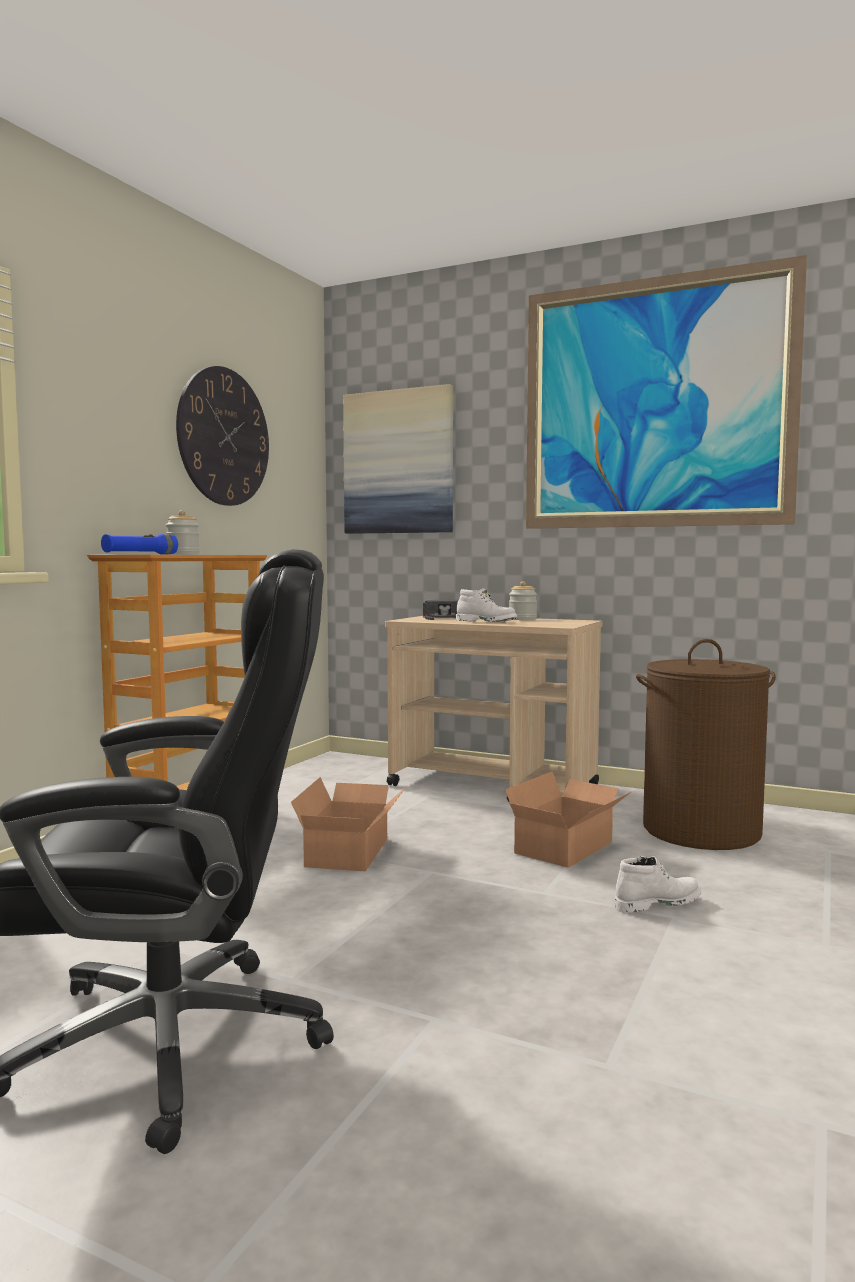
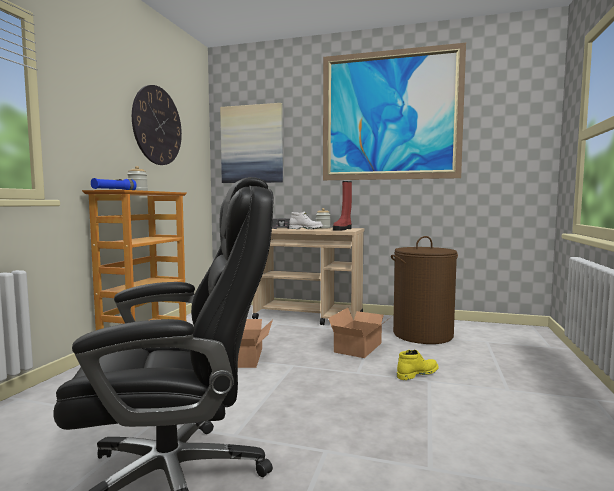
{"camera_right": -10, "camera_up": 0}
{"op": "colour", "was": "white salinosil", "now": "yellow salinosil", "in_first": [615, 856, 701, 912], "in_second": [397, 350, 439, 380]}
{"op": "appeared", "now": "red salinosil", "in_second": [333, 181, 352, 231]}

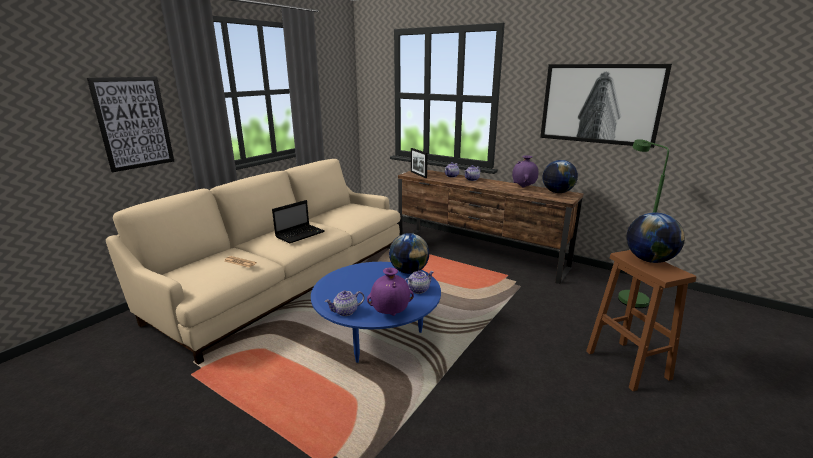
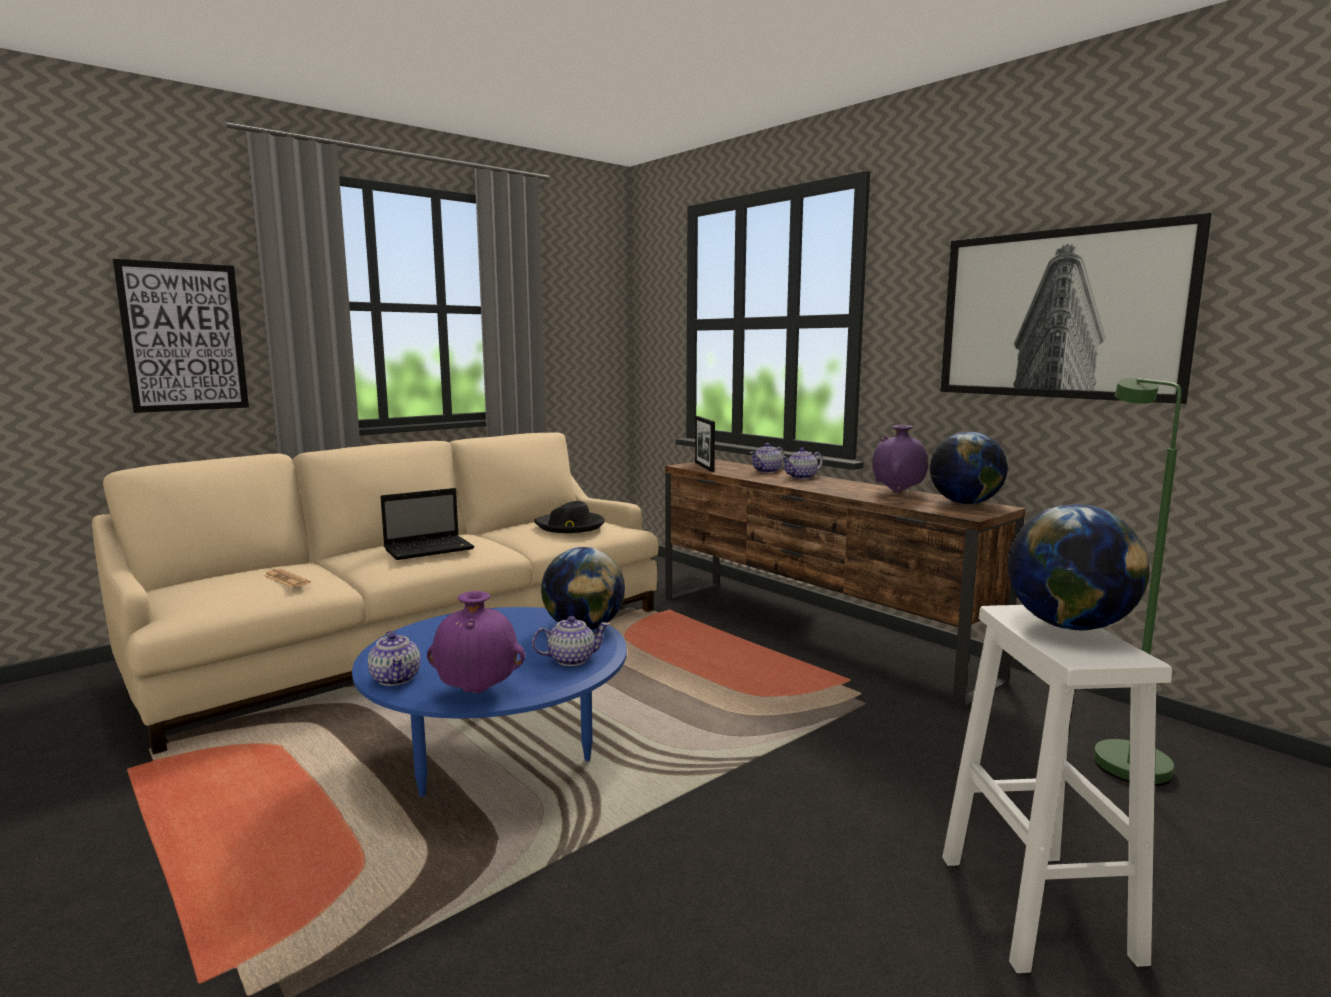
{"camera_right": 15, "camera_up": -10}
{"op": "colour", "was": "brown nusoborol", "now": "white nusoborol", "in_first": [586, 250, 696, 391], "in_second": [942, 605, 1172, 973]}
{"op": "spun", "was": "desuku", "in_first": [325, 290, 365, 316], "in_second": [368, 631, 420, 686], "clockwise": -105}
{"op": "appeared", "now": "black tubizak", "in_second": [534, 501, 605, 533]}

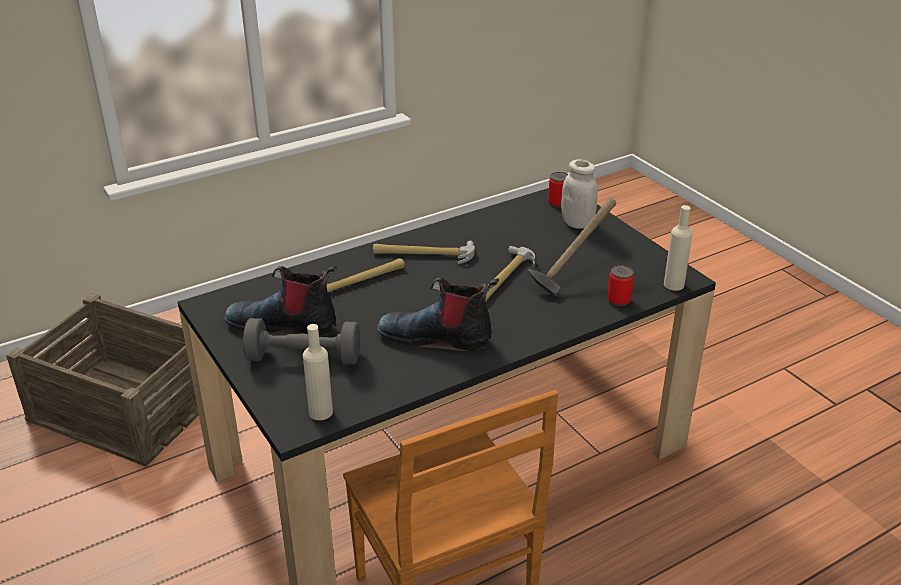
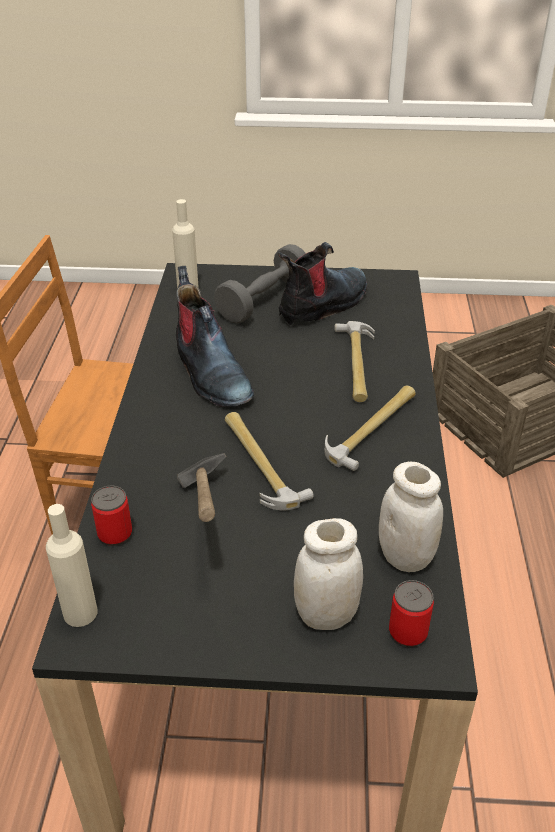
{"camera_right": 125, "camera_up": 5}
{"op": "spun", "was": "salinosil", "in_first": [377, 278, 499, 351], "in_second": [176, 266, 254, 407], "clockwise": 105}
{"op": "appeared", "now": "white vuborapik", "in_second": [379, 462, 443, 572]}

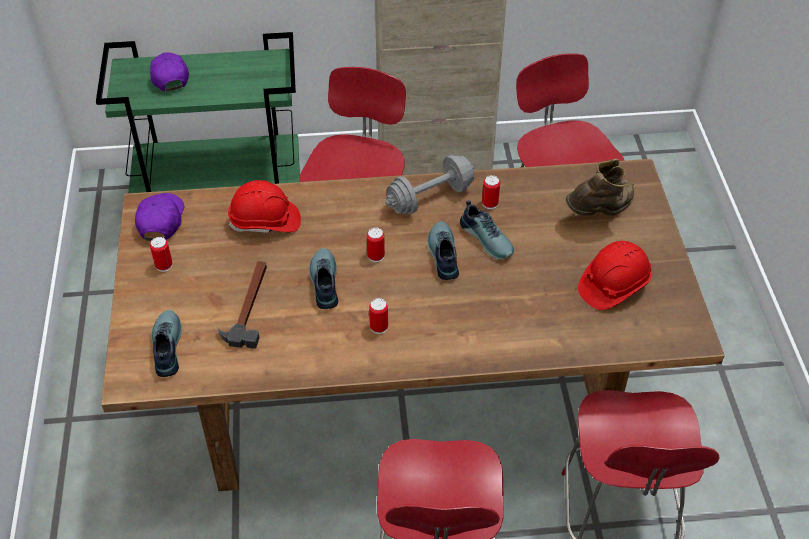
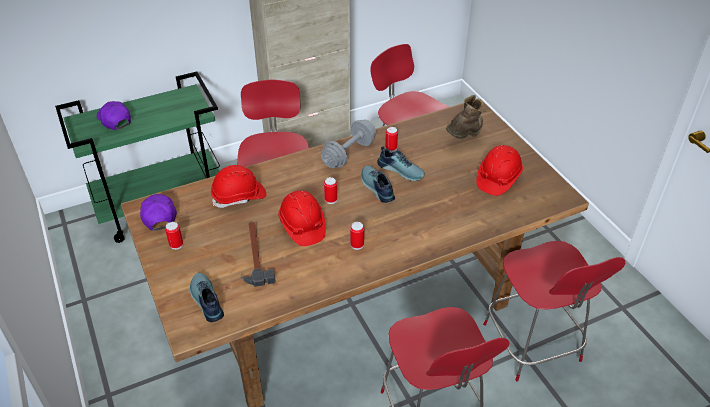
{"camera_right": -20, "camera_up": -5}
{"op": "exchanged", "was": "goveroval", "now": "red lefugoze", "in_first": [309, 248, 338, 309], "in_second": [278, 191, 326, 246]}

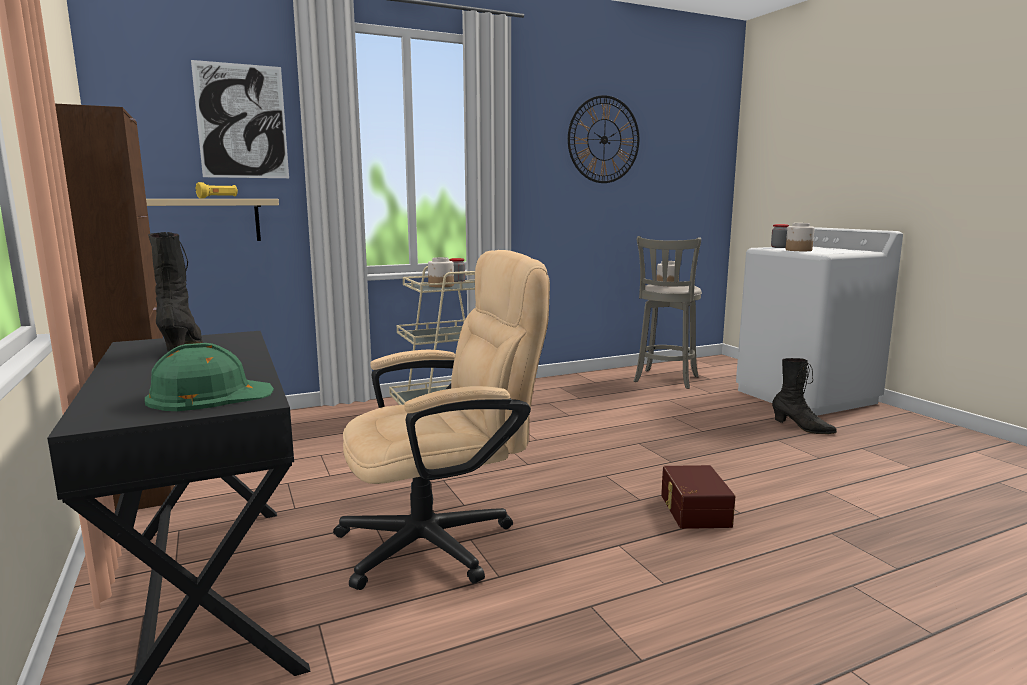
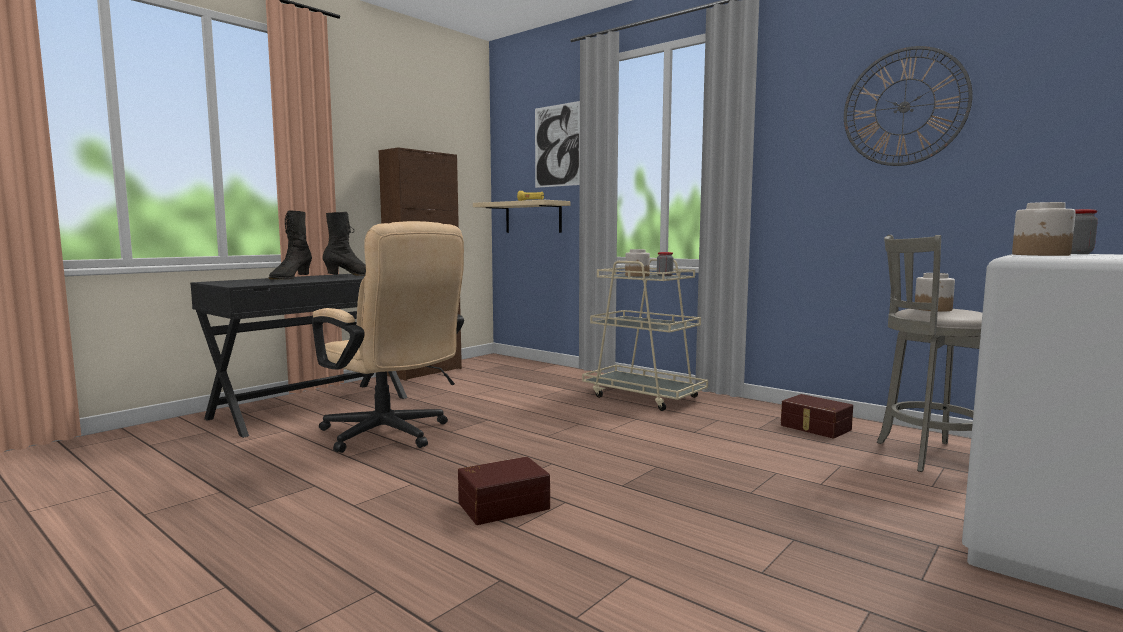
{"camera_right": 65, "camera_up": -5}
{"op": "missing", "was": "green lefugoze", "in_first": [145, 343, 274, 411]}
{"op": "relocated", "was": "black salinosil", "in_first": [772, 358, 837, 434], "in_second": [269, 210, 312, 279]}
{"op": "appeared", "now": "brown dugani", "in_second": [781, 394, 853, 439]}

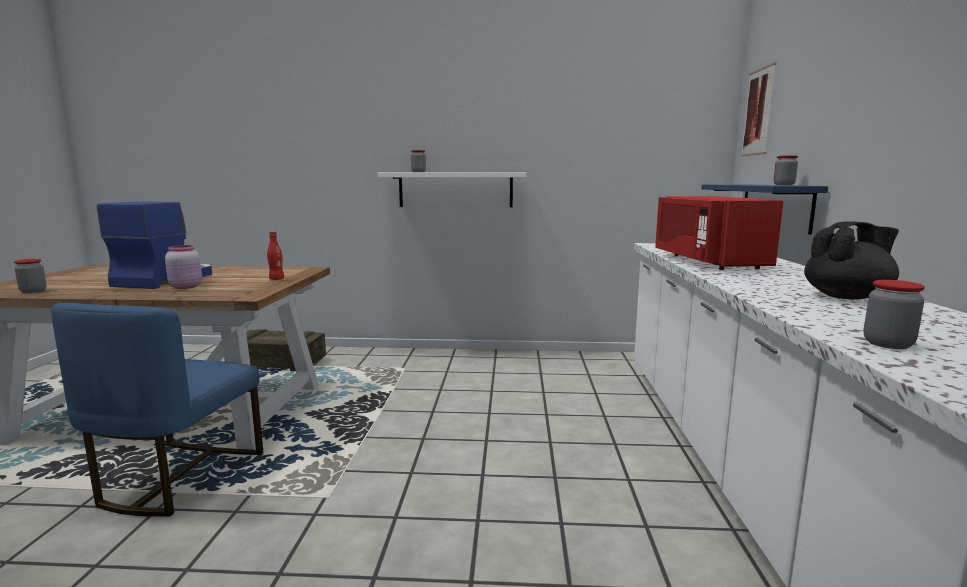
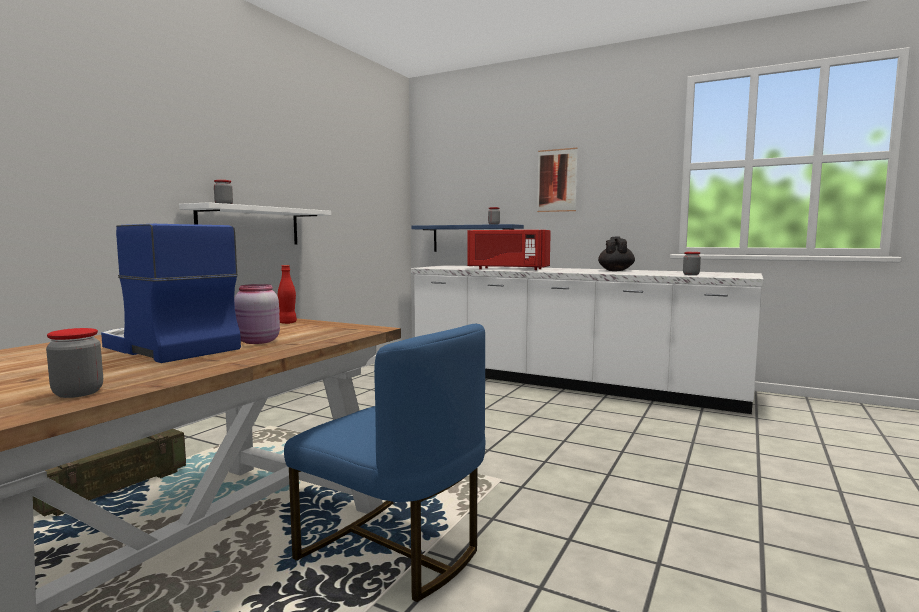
{"camera_right": -65, "camera_up": -5}
{"op": "relocated", "was": "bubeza", "in_first": [741, 63, 776, 156], "in_second": [537, 148, 578, 212]}

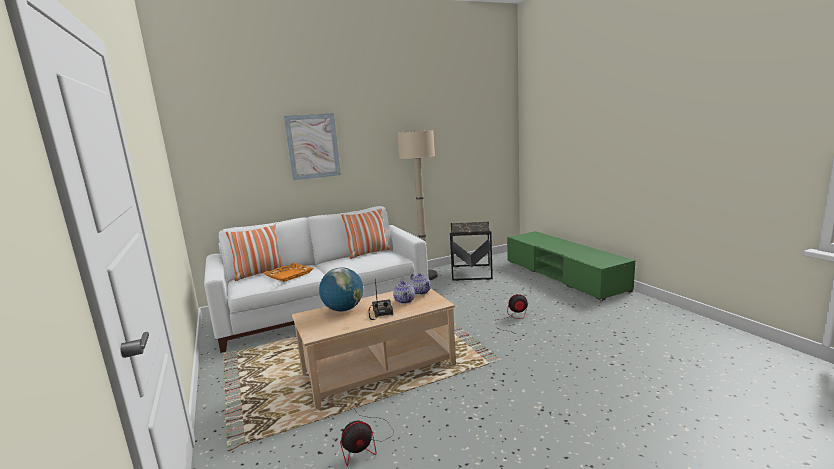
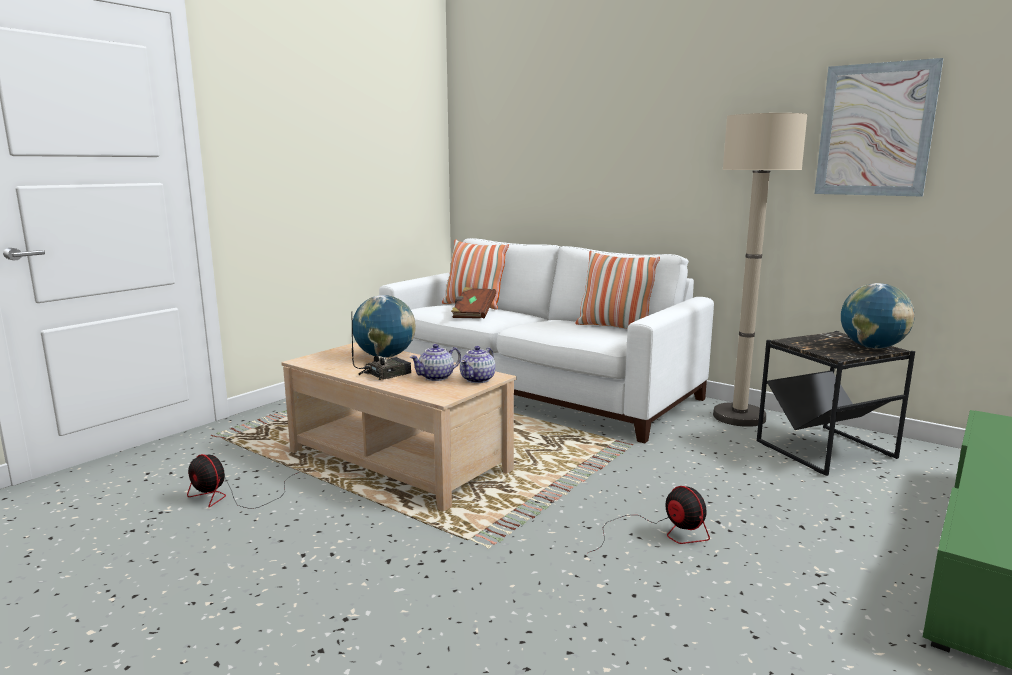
{"camera_right": 60, "camera_up": 0}
{"op": "relocated", "was": "bubeza", "in_first": [284, 113, 341, 180], "in_second": [814, 58, 944, 197]}
{"op": "exchanged", "was": "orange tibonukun", "now": "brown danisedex", "in_first": [263, 263, 314, 282], "in_second": [451, 287, 496, 318]}
{"op": "appeared", "now": "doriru", "in_second": [841, 283, 915, 349]}

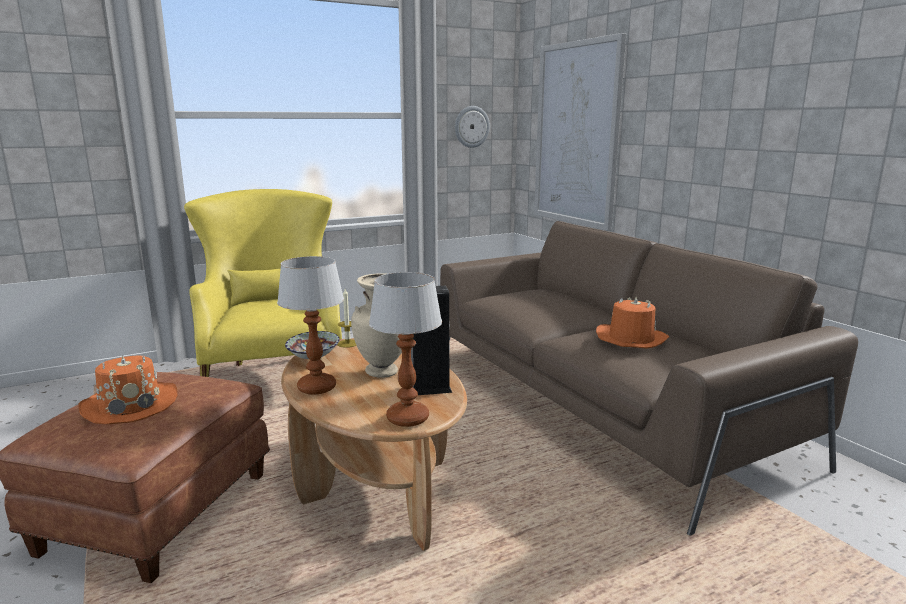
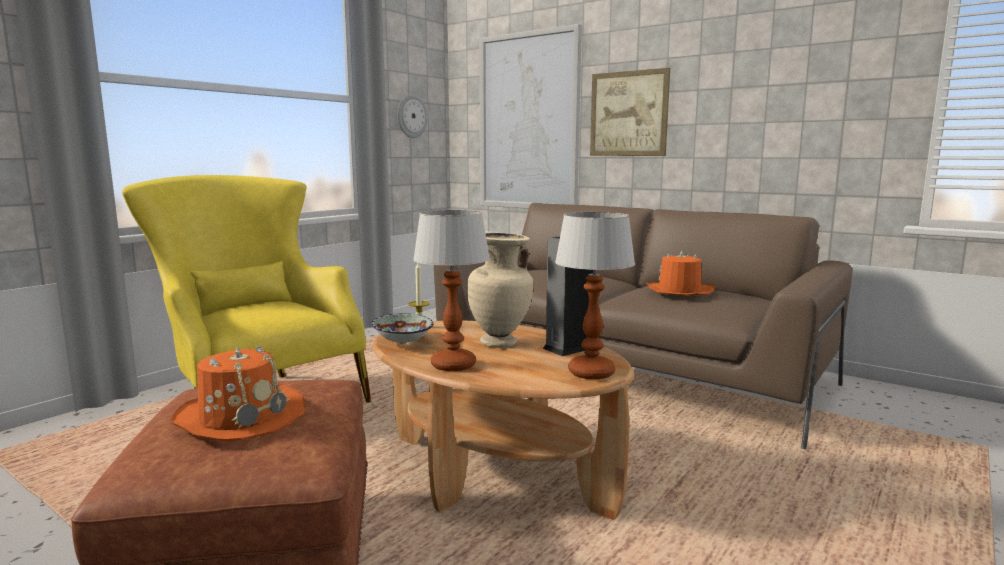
{"camera_right": -25, "camera_up": -5}
{"op": "appeared", "now": "bubeza", "in_second": [590, 68, 670, 156]}

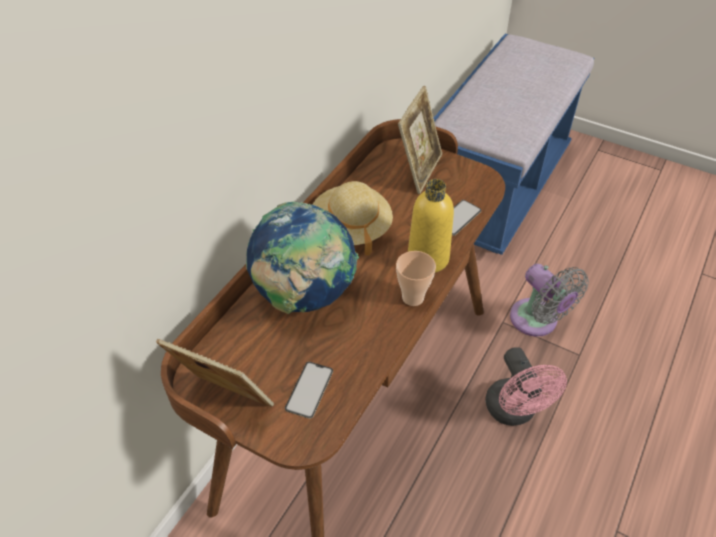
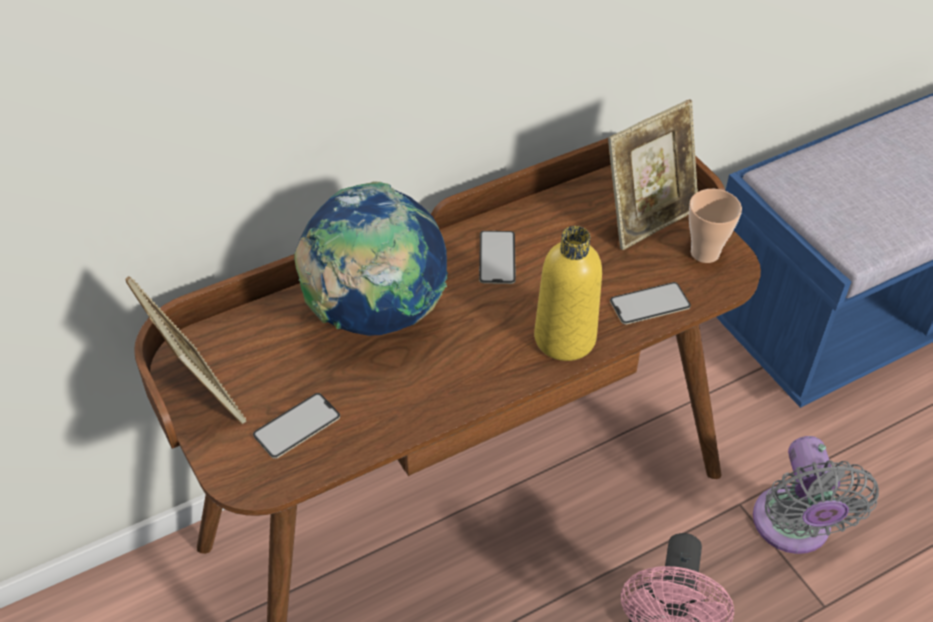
{"camera_right": 30, "camera_up": 0}
{"op": "exchanged", "was": "beige tubizak", "now": "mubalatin", "in_first": [312, 181, 393, 255], "in_second": [479, 231, 516, 284]}
{"op": "relocated", "was": "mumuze", "in_first": [396, 251, 436, 306], "in_second": [689, 189, 742, 263]}

